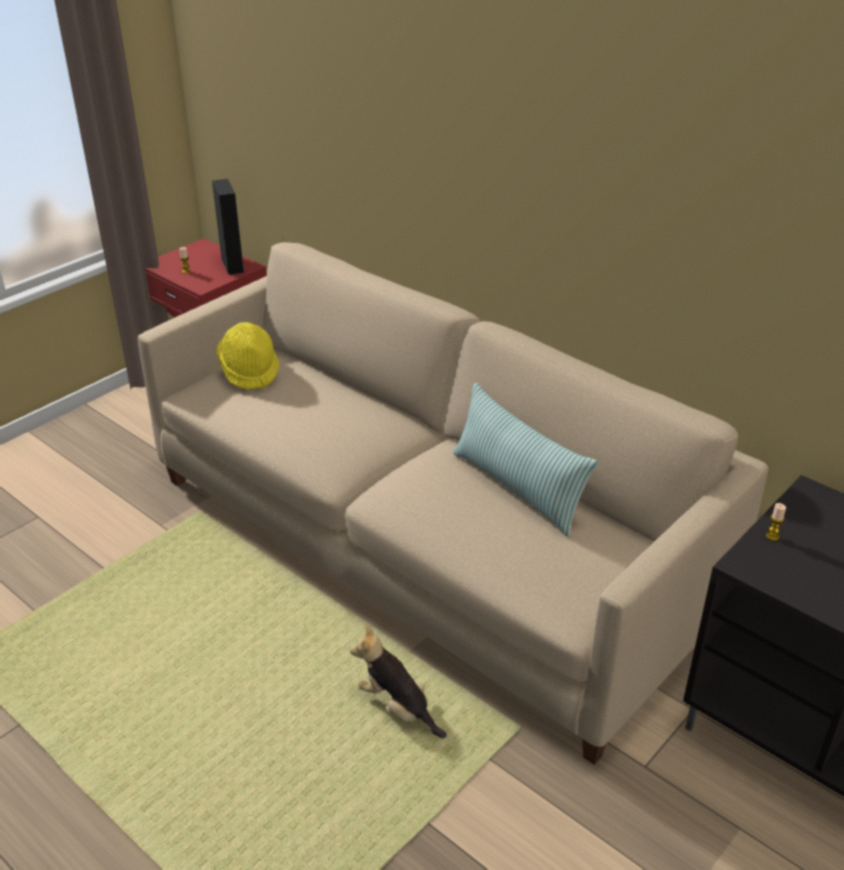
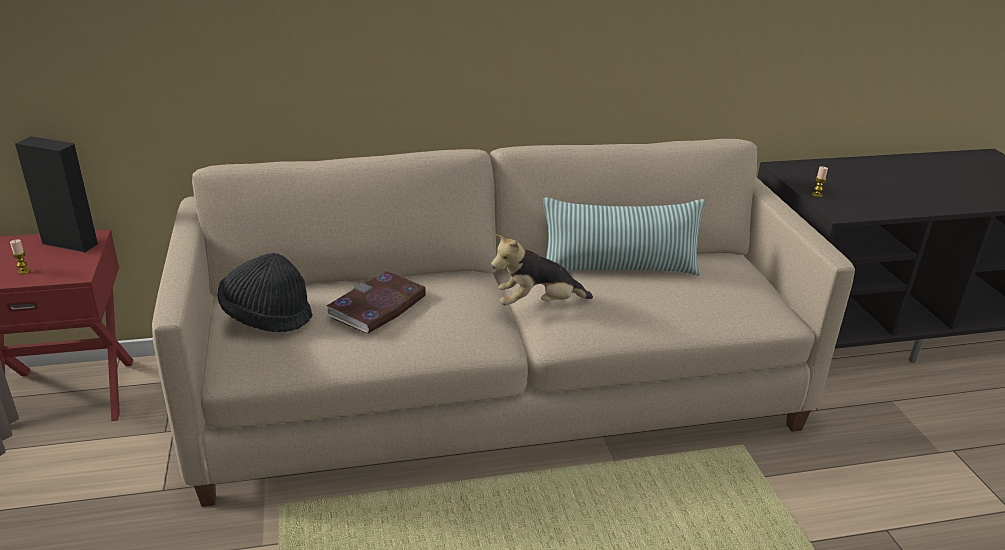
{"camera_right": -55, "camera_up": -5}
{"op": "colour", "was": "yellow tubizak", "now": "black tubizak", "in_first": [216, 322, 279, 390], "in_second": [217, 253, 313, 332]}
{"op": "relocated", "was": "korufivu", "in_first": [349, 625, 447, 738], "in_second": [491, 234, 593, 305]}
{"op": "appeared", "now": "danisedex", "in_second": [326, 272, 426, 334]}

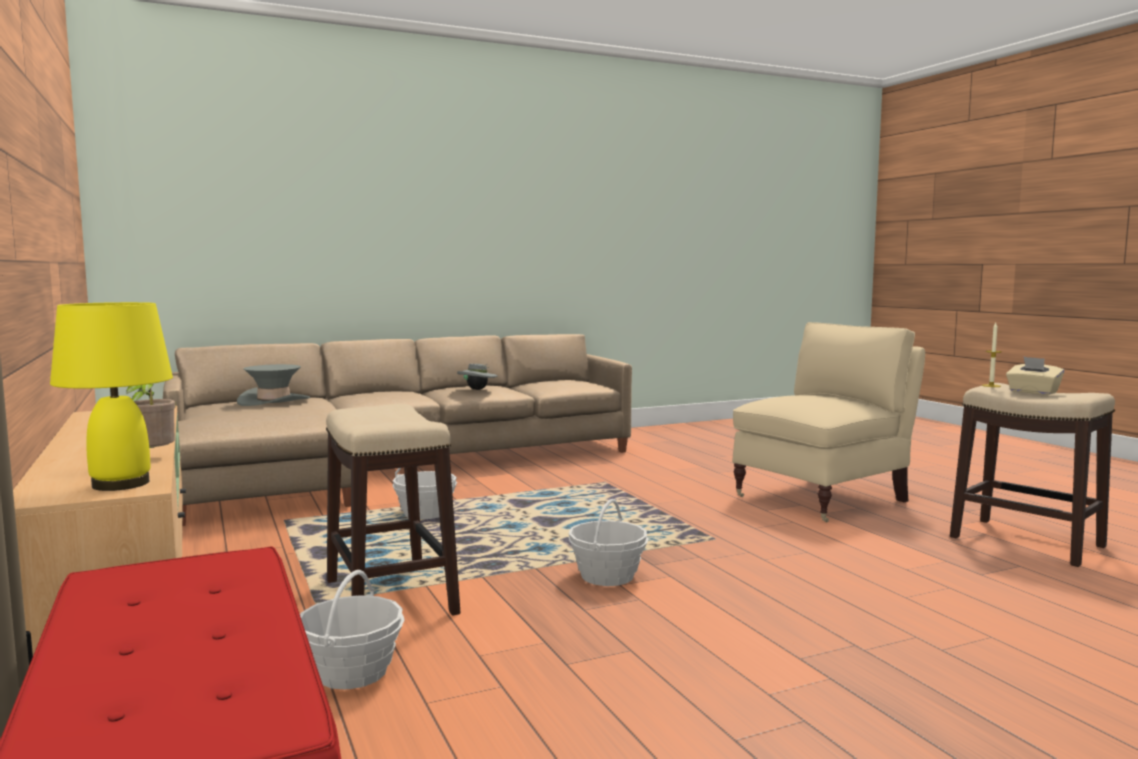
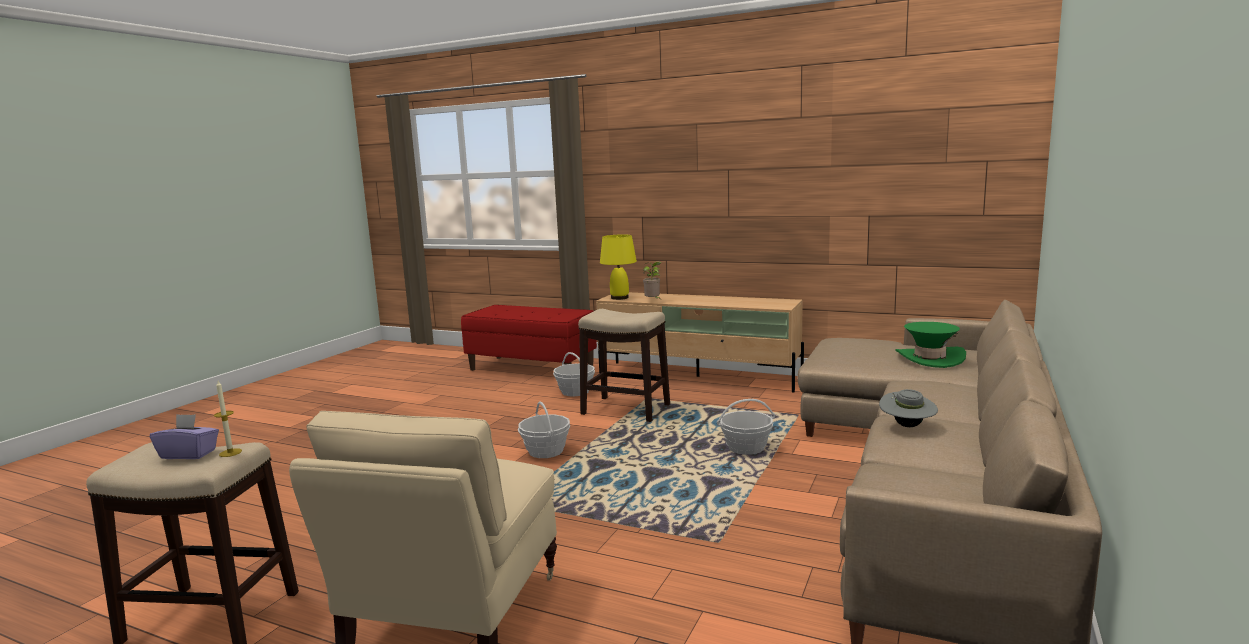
{"camera_right": 140, "camera_up": 5}
{"op": "colour", "was": "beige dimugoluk", "now": "purple dimugoluk", "in_first": [1006, 357, 1064, 395], "in_second": [150, 414, 219, 459]}
{"op": "colour", "was": "grey tubizak", "now": "green tubizak", "in_first": [237, 364, 310, 406], "in_second": [895, 322, 966, 368]}

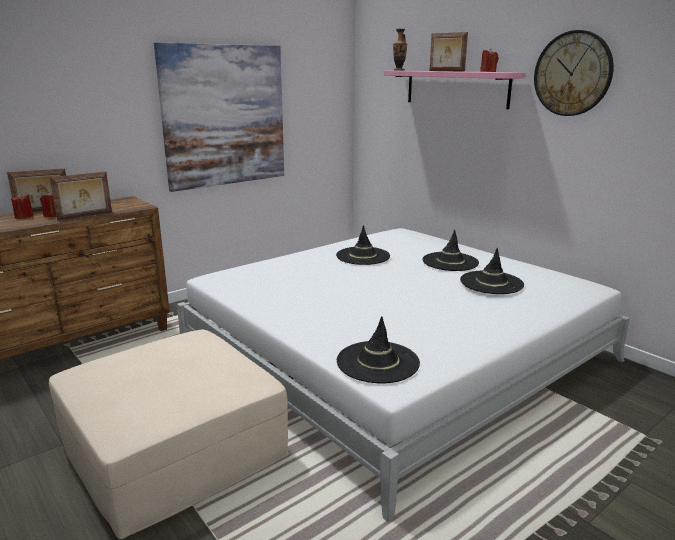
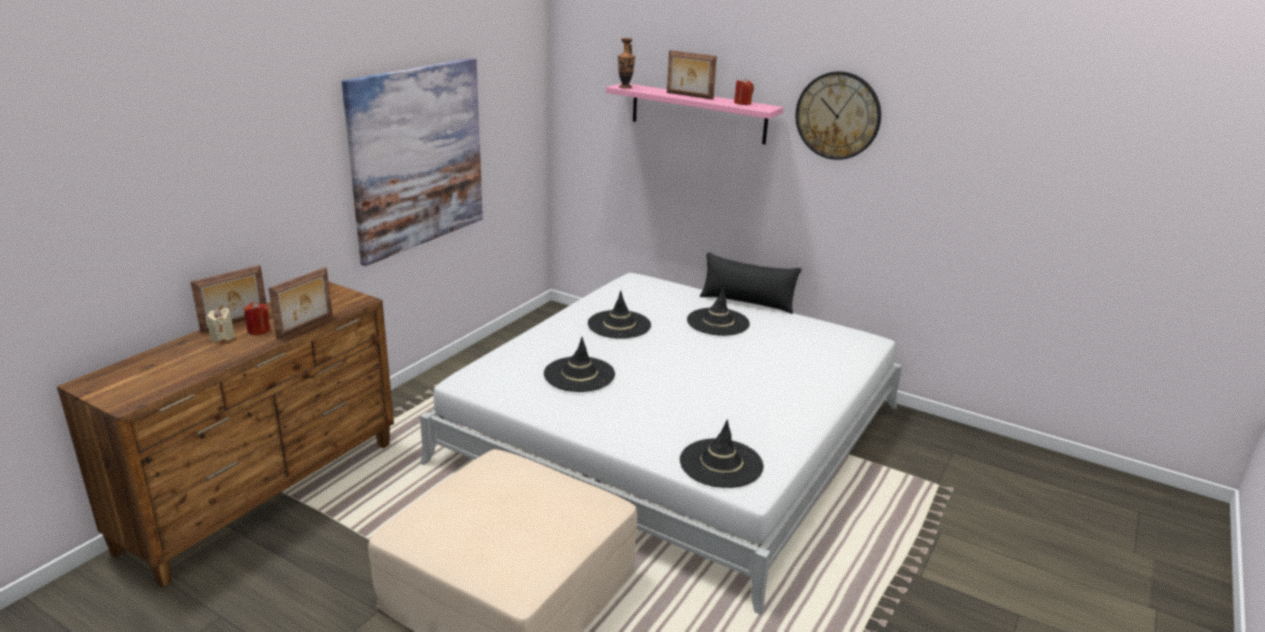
{"camera_right": -20, "camera_up": 5}
{"op": "colour", "was": "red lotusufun", "now": "beige lotusufun", "in_first": [11, 193, 33, 219], "in_second": [206, 308, 235, 343]}
{"op": "relocated", "was": "black tubizak", "in_first": [460, 248, 524, 294], "in_second": [544, 337, 615, 392]}
{"op": "appeared", "now": "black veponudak", "in_second": [700, 252, 802, 314]}

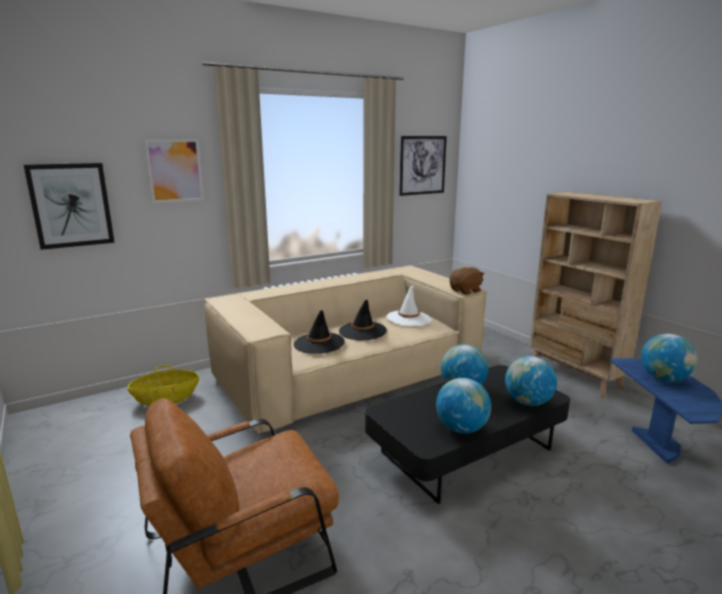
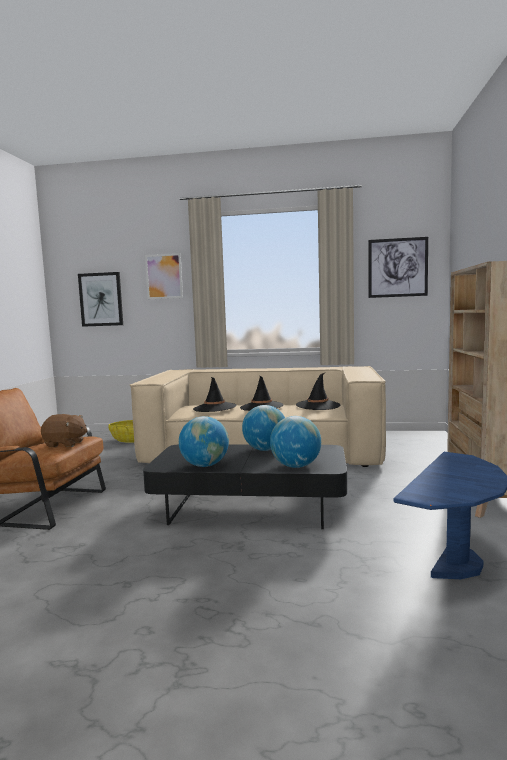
{"camera_right": 40, "camera_up": -10}
{"op": "relocated", "was": "brown korufivu", "in_first": [450, 267, 484, 295], "in_second": [41, 414, 88, 447]}
{"op": "colour", "was": "white tubizak", "now": "black tubizak", "in_first": [387, 285, 431, 326], "in_second": [296, 373, 340, 410]}
{"op": "missing", "was": "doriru", "in_first": [641, 334, 698, 382]}

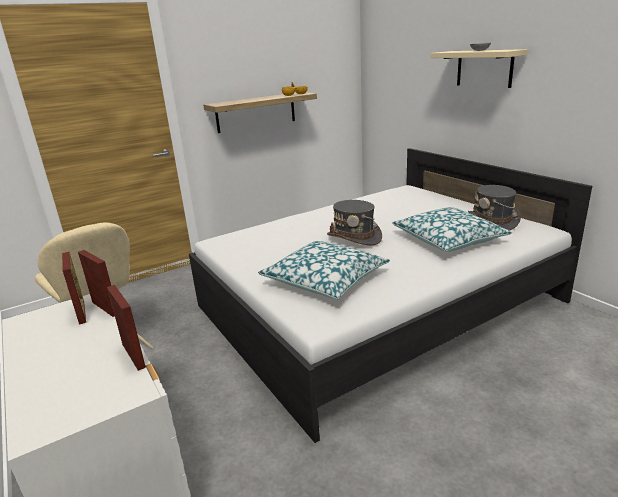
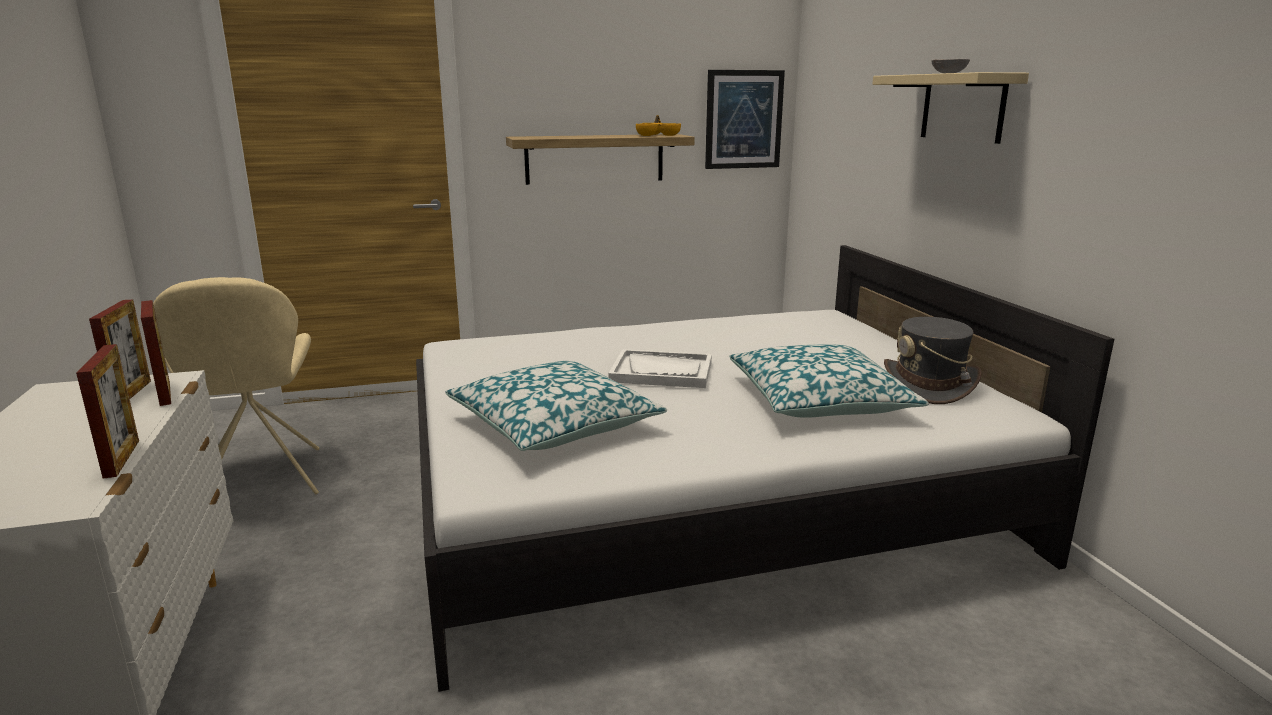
{"camera_right": 15, "camera_up": -5}
{"op": "exchanged", "was": "grey tubizak", "now": "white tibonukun", "in_first": [327, 200, 382, 246], "in_second": [608, 349, 712, 388]}
{"op": "appeared", "now": "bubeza", "in_second": [705, 70, 785, 169]}

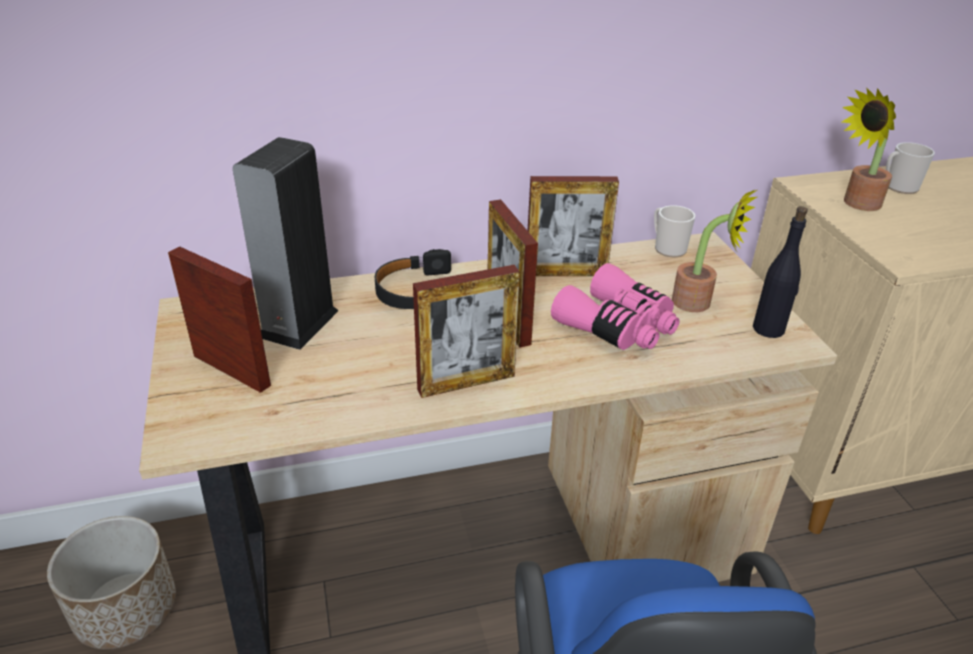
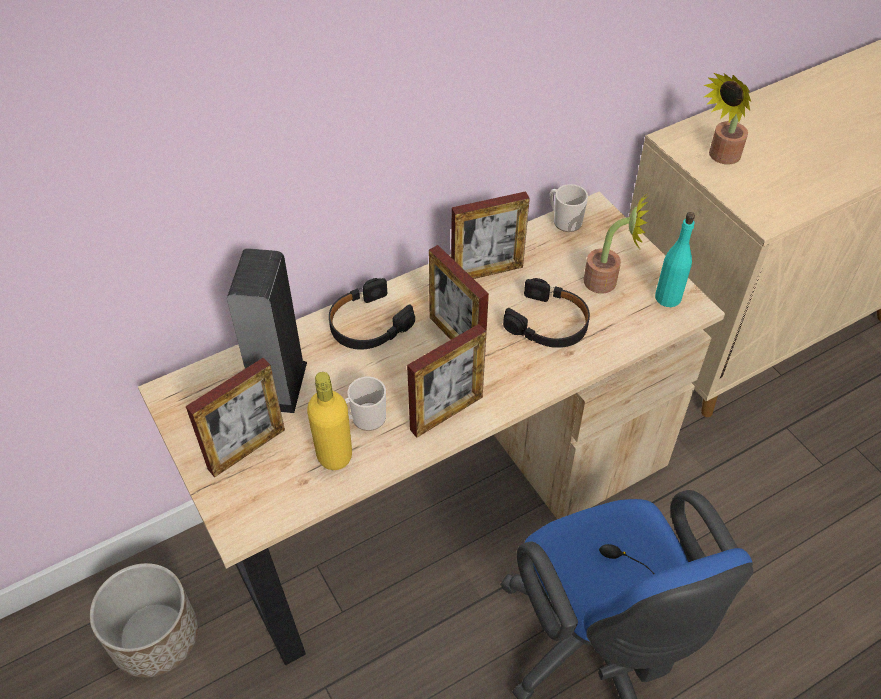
{"camera_right": -15, "camera_up": 15}
{"op": "relocated", "was": "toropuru", "in_first": [886, 142, 935, 194], "in_second": [344, 377, 386, 431]}
{"op": "colour", "was": "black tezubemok", "now": "turquoise tezubemok", "in_first": [753, 206, 808, 338], "in_second": [655, 212, 695, 307]}
{"op": "spun", "was": "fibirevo", "in_first": [168, 247, 271, 393], "in_second": [186, 358, 285, 478], "clockwise": 120}
{"op": "exchanged", "was": "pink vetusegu", "now": "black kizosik", "in_first": [551, 263, 680, 350], "in_second": [503, 278, 590, 348]}
{"op": "appeared", "now": "yellow tezubemok", "in_second": [307, 372, 352, 470]}

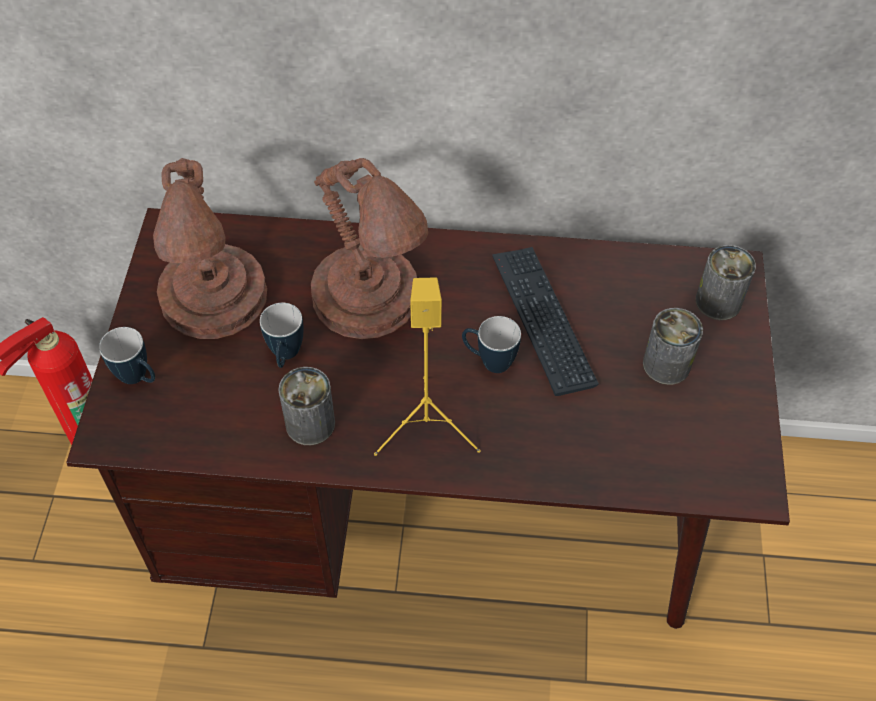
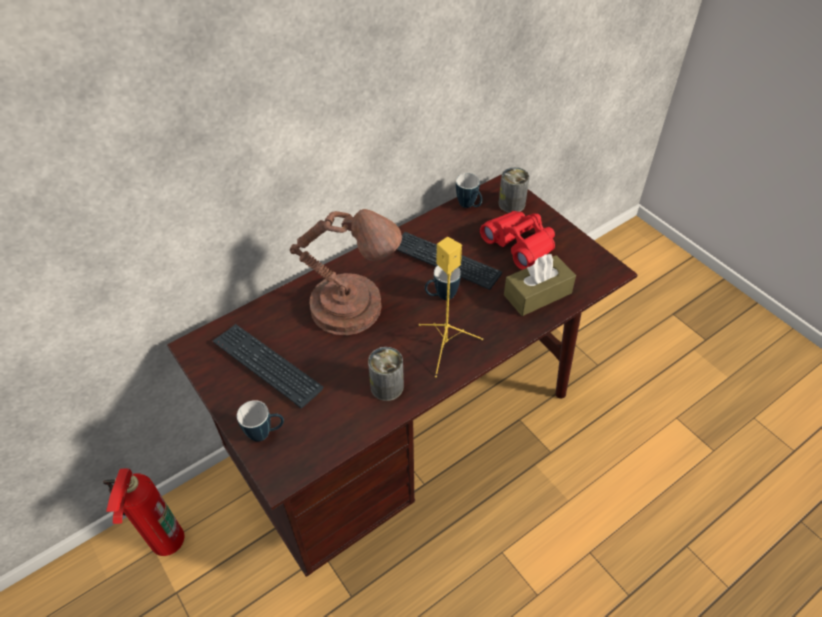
{"camera_right": -40, "camera_up": -5}
{"op": "exchanged", "was": "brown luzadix", "now": "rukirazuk", "in_first": [153, 158, 267, 339], "in_second": [212, 324, 323, 408]}
{"op": "relocated", "was": "toropuru", "in_first": [260, 303, 303, 368], "in_second": [456, 173, 482, 208]}
{"op": "exchanged", "was": "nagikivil", "now": "red vetusegu", "in_first": [643, 308, 703, 385], "in_second": [480, 211, 555, 270]}
{"op": "appeared", "now": "brown dimugoluk", "in_second": [504, 254, 576, 316]}

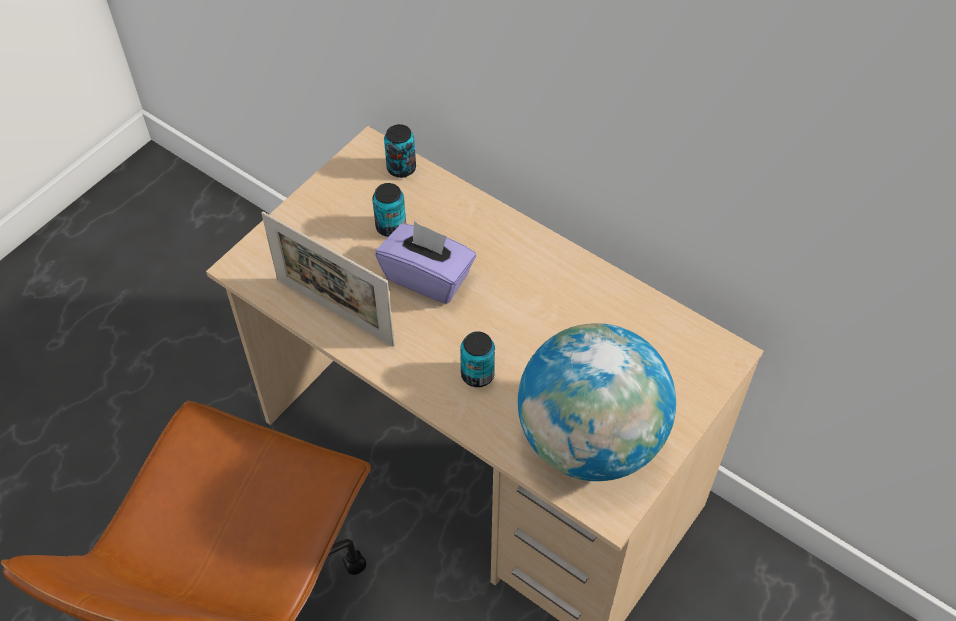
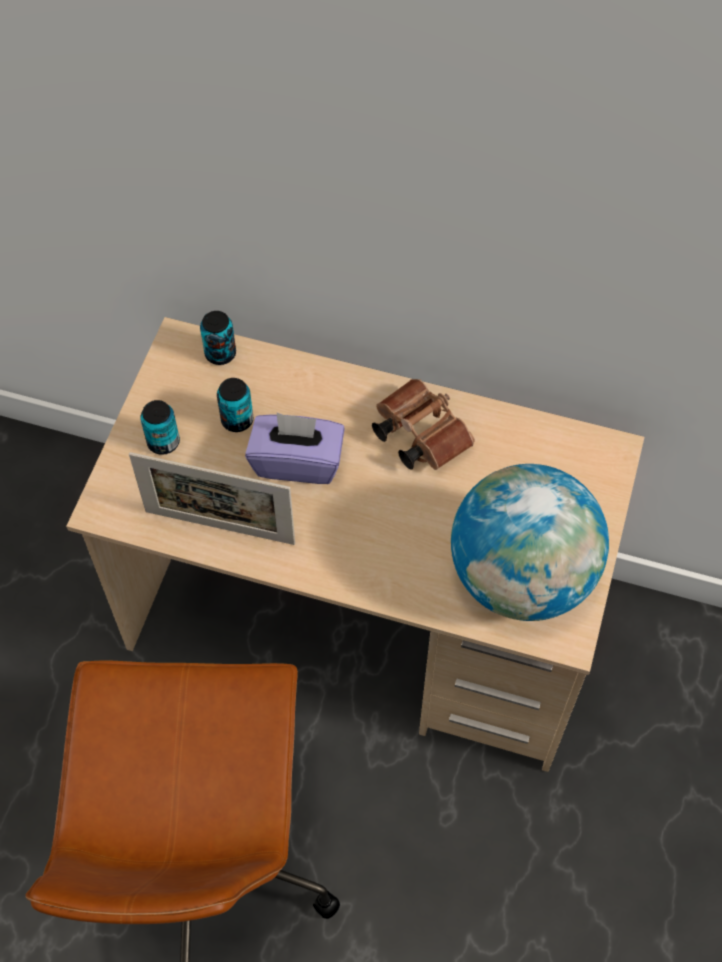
{"camera_right": -20, "camera_up": 5}
{"op": "relocated", "was": "nagikivil", "in_first": [460, 332, 495, 387], "in_second": [140, 400, 180, 455]}
{"op": "appeared", "now": "brown vetusegu", "in_second": [372, 379, 475, 470]}

